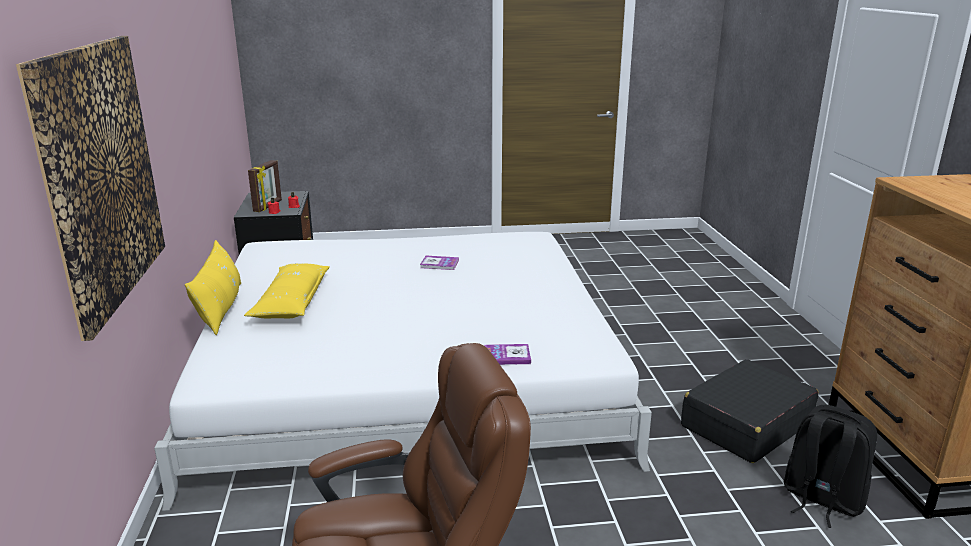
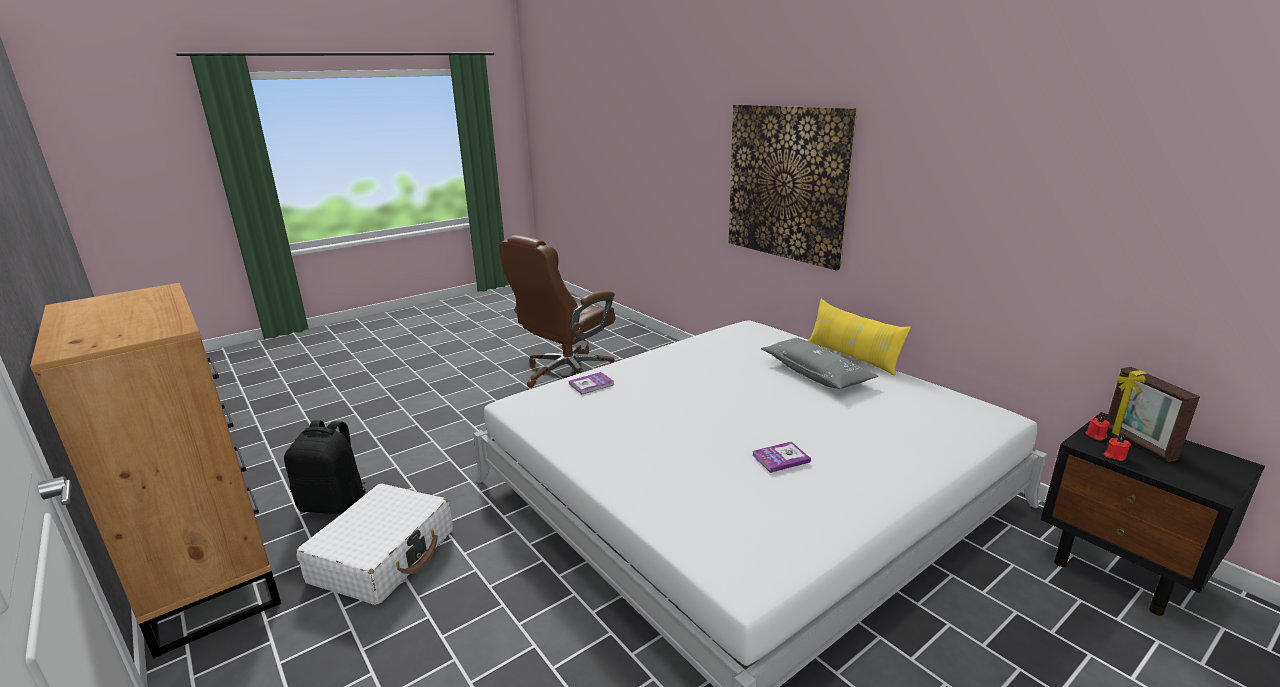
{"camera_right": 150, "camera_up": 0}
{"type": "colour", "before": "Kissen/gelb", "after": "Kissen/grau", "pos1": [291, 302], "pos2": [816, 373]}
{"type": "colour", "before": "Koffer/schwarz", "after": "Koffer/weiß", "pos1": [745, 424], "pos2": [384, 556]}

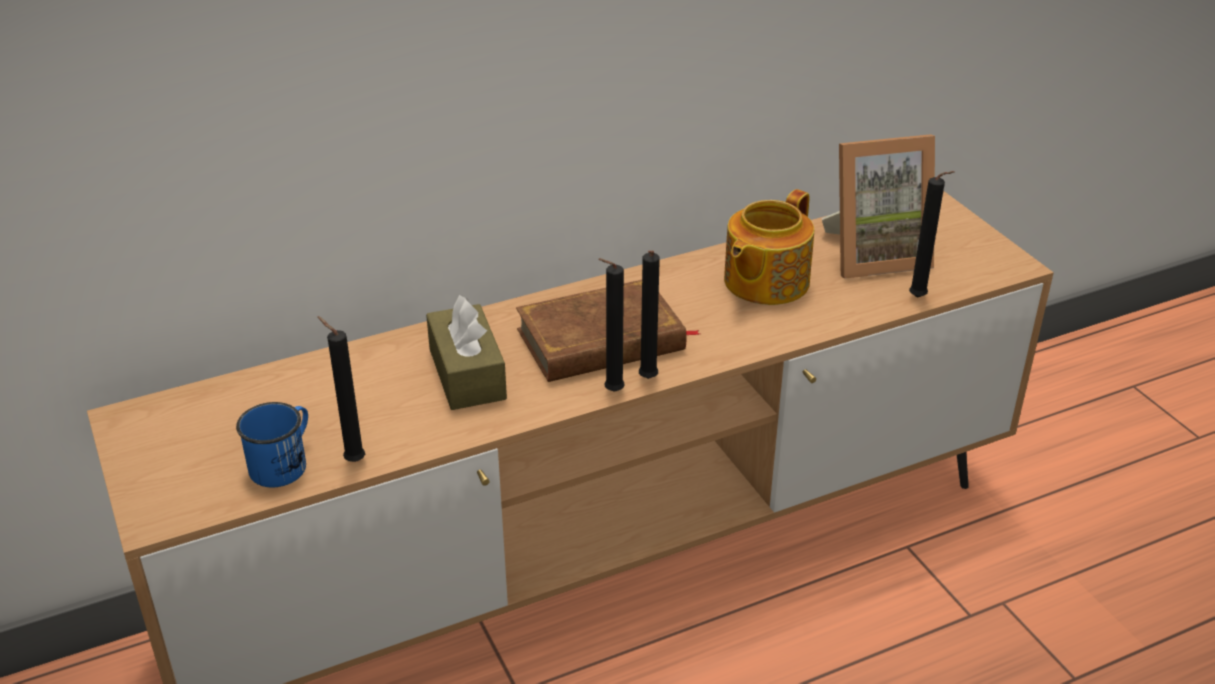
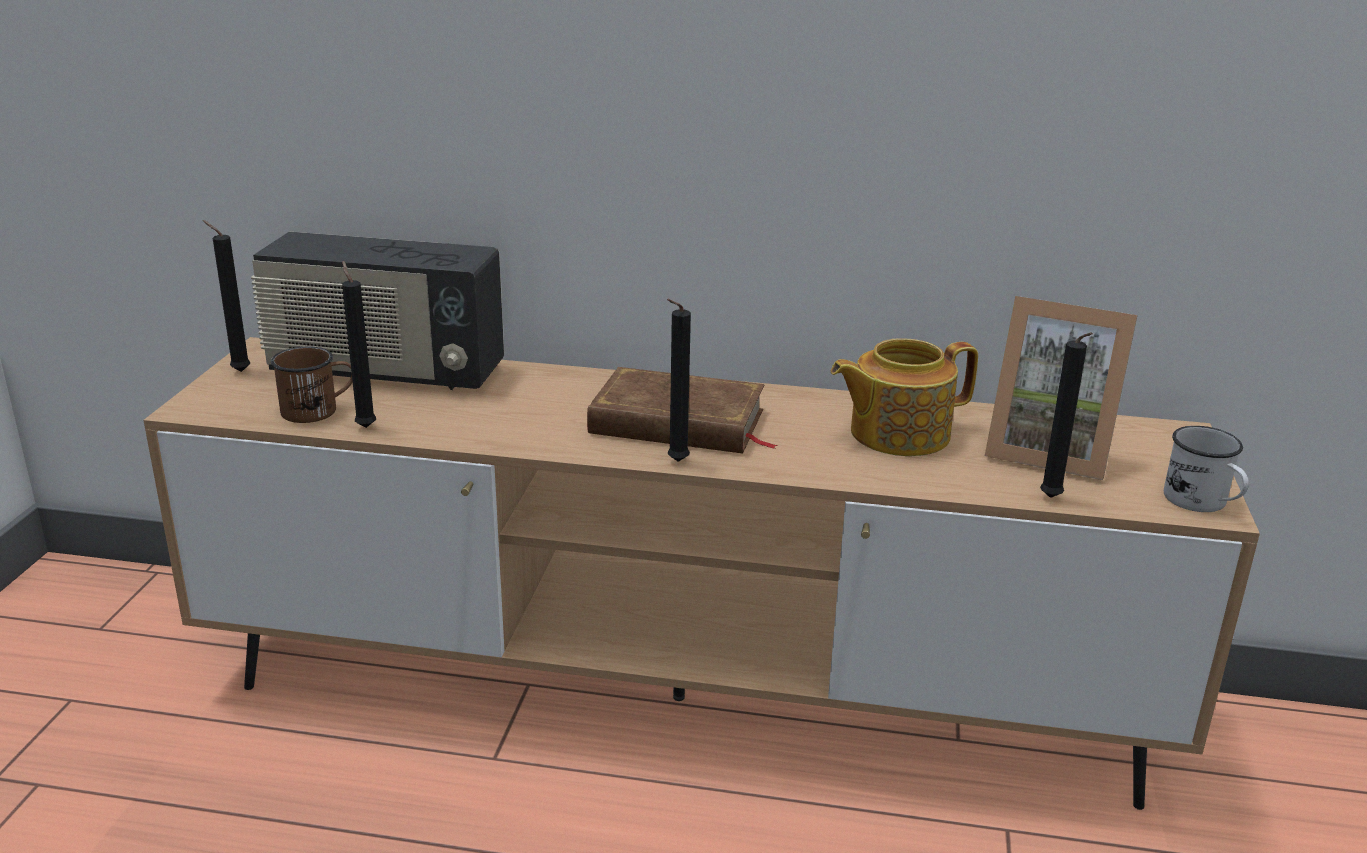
{"camera_right": 35, "camera_up": -10}
{"type": "colour", "before": "Henkelbecher/blau", "after": "Henkelbecher/braun", "pos1": [284, 463], "pos2": [318, 410]}
{"type": "missing", "before": "Taschentuchbox/braun", "pos1": [467, 374]}
{"type": "relocated", "before": "Kerze/schwarz", "pos1": [611, 392], "pos2": [238, 371]}
{"type": "appeared", "after": "Radio", "pos2": [385, 372]}
{"type": "appeared", "after": "Henkelbecher/weiß", "pos2": [1202, 503]}

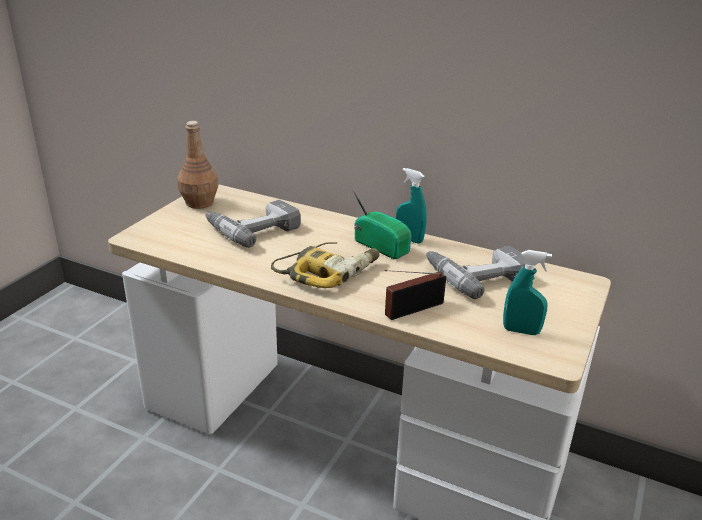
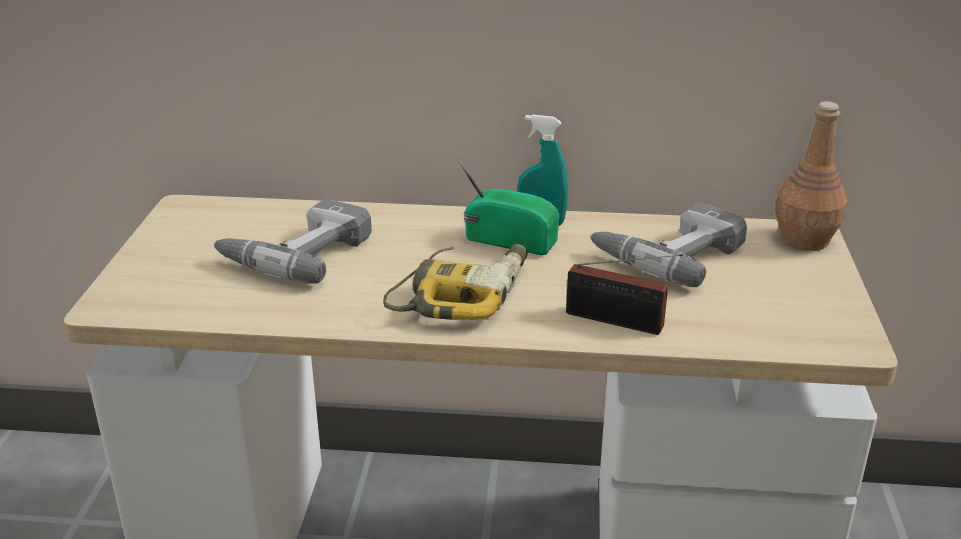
{"camera_right": -20, "camera_up": 0}
{"type": "relocated", "before": "Flasche/braun", "pos1": [199, 202], "pos2": [803, 240]}
{"type": "spun", "before": "Radio", "pos1": [410, 310], "pos2": [619, 322], "turn": -105}
{"type": "missing", "before": "Sprühflasche/türkis", "pos1": [521, 331]}

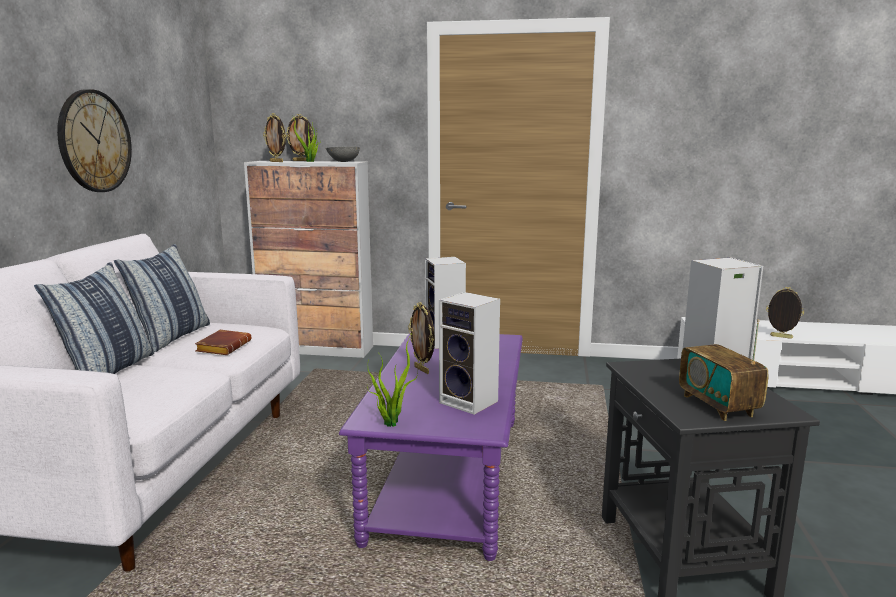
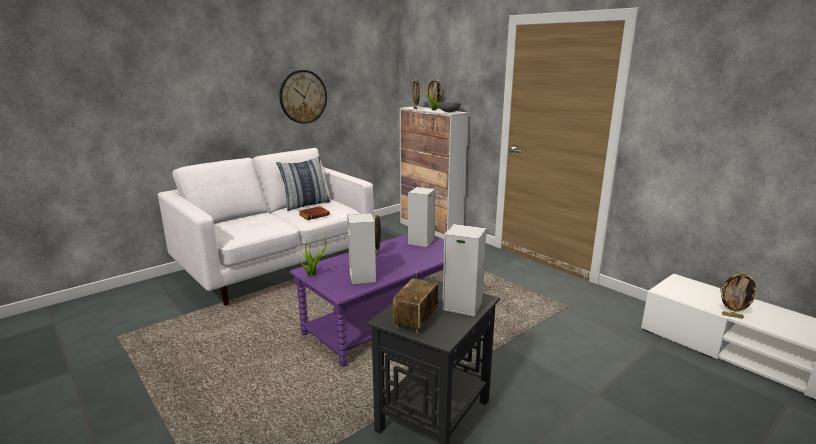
{"camera_right": 40, "camera_up": 5}
{"type": "missing", "before": "Kissen", "pos1": [108, 371]}
{"type": "spun", "before": "Bilderrahmen", "pos1": [781, 337], "pos2": [732, 316], "turn": 135}

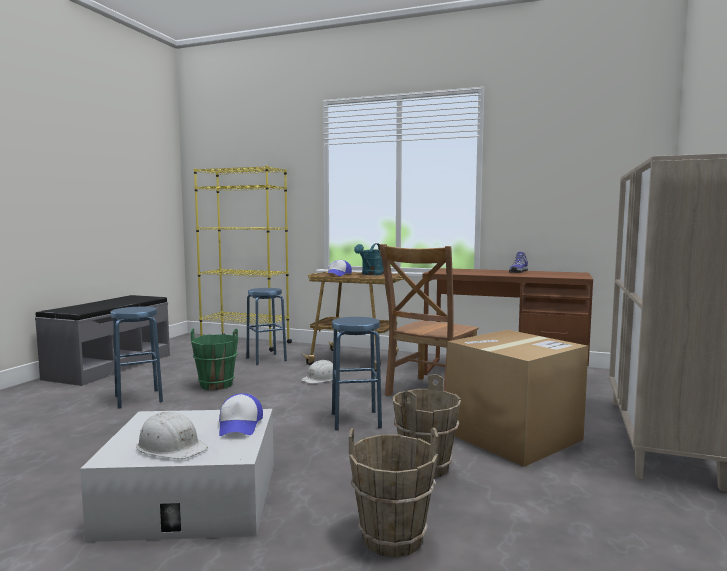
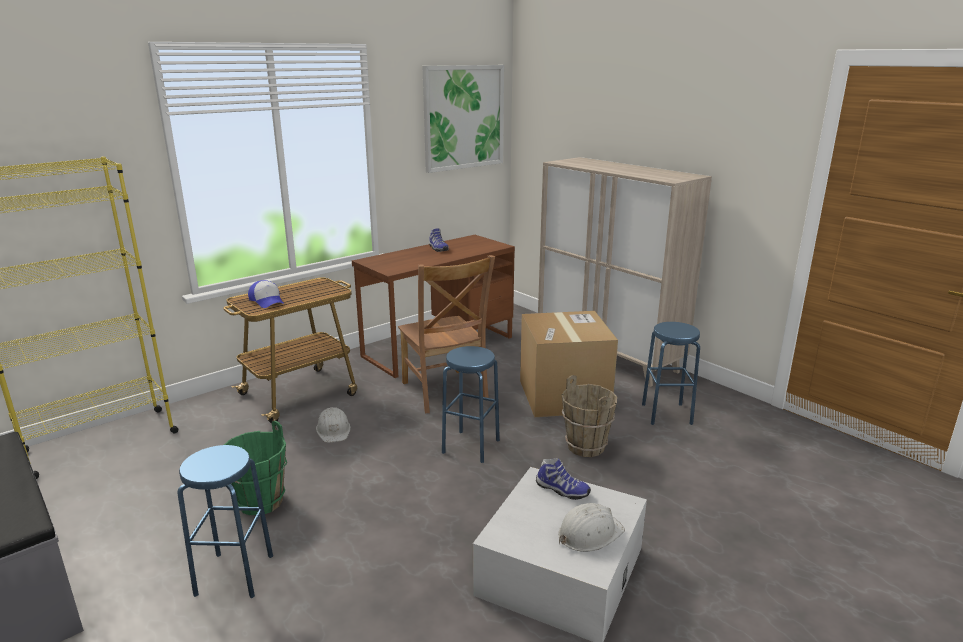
{"camera_right": -60, "camera_up": 15}
{"type": "exchanged", "before": "Kappe", "after": "Schuh", "pos1": [240, 425], "pos2": [561, 490]}
{"type": "relocated", "before": "Hocker/blau", "pos1": [266, 359], "pos2": [666, 414]}
{"type": "missing", "before": "Eimer/braun", "pos1": [392, 539]}
{"type": "missing", "before": "Gießkanne/türkis", "pos1": [370, 274]}
{"type": "appeared", "after": "Bild", "pos2": [463, 117]}

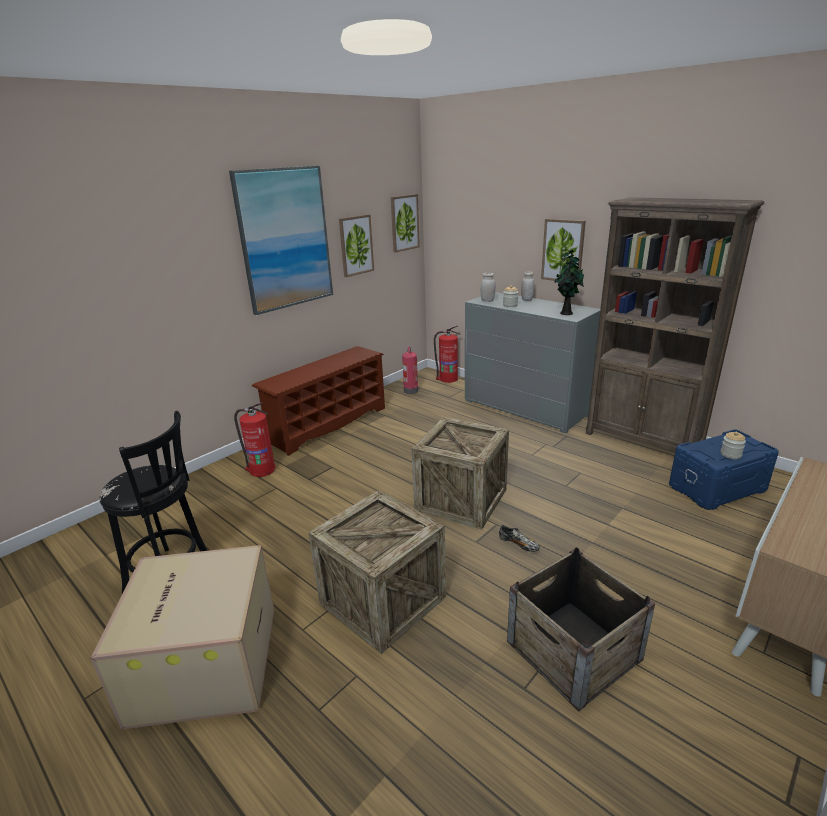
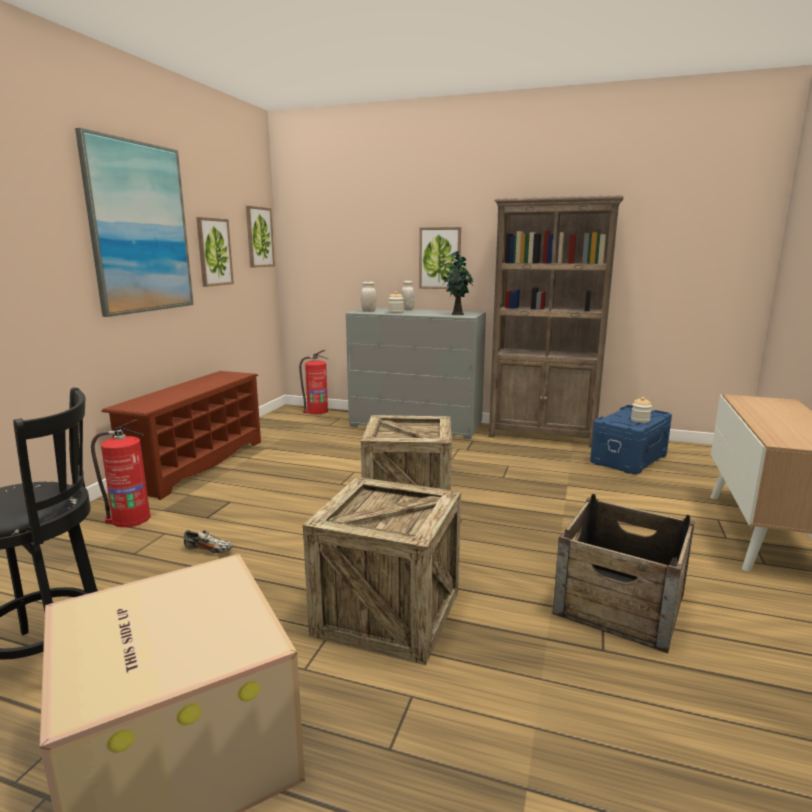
{"camera_right": -25, "camera_up": -10}
{"type": "missing", "before": "Feuerlöscher", "pos1": [410, 390]}
{"type": "relocated", "before": "Schuh", "pos1": [518, 544], "pos2": [209, 550]}

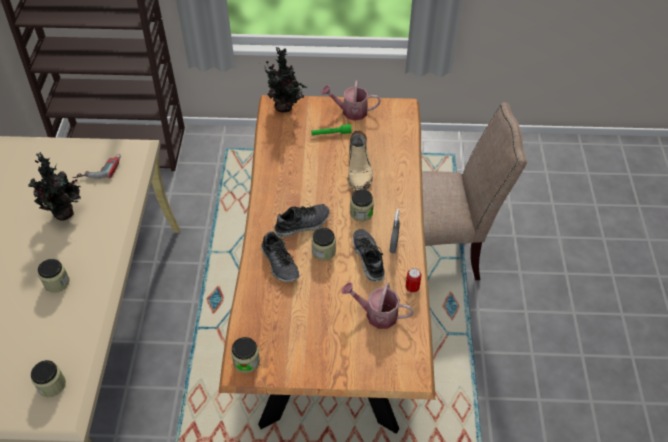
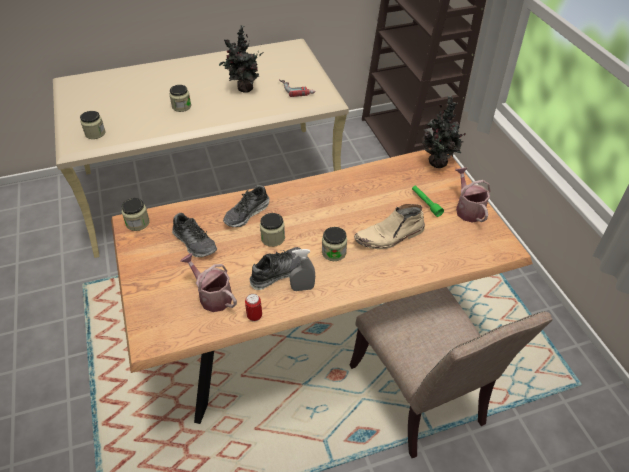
{"camera_right": 70, "camera_up": -5}
{"type": "relocated", "before": "Schuh", "pos1": [302, 224], "pos2": [195, 243]}
{"type": "spun", "before": "Gießkanne", "pos1": [377, 314], "pos2": [212, 296], "turn": -45}

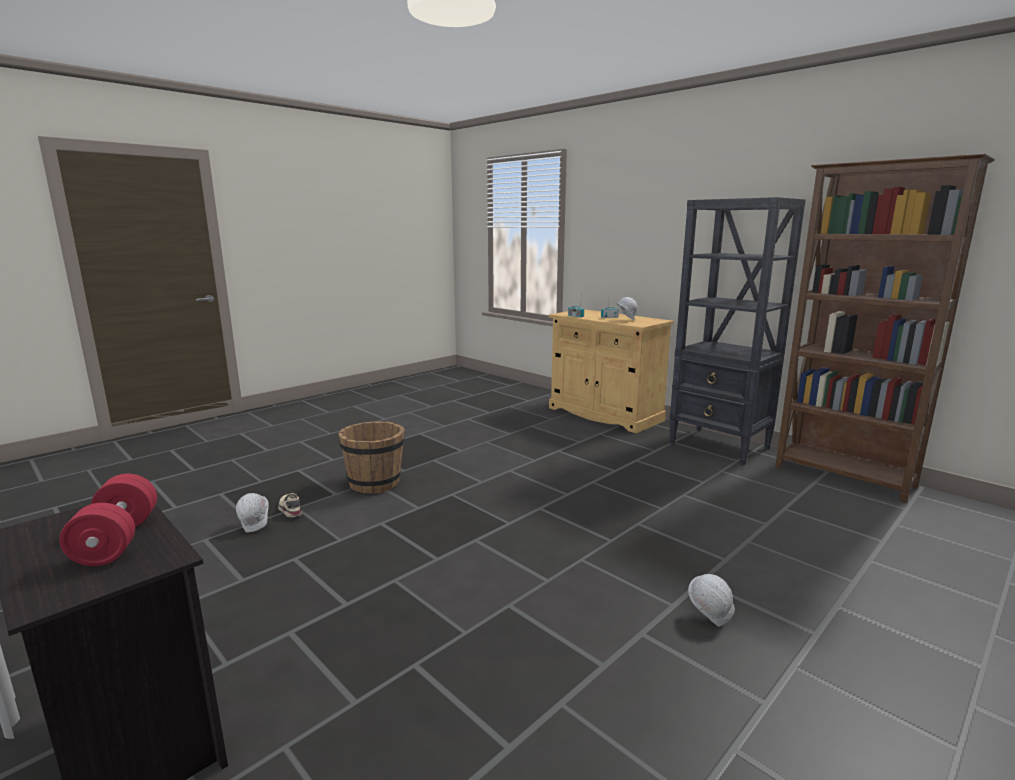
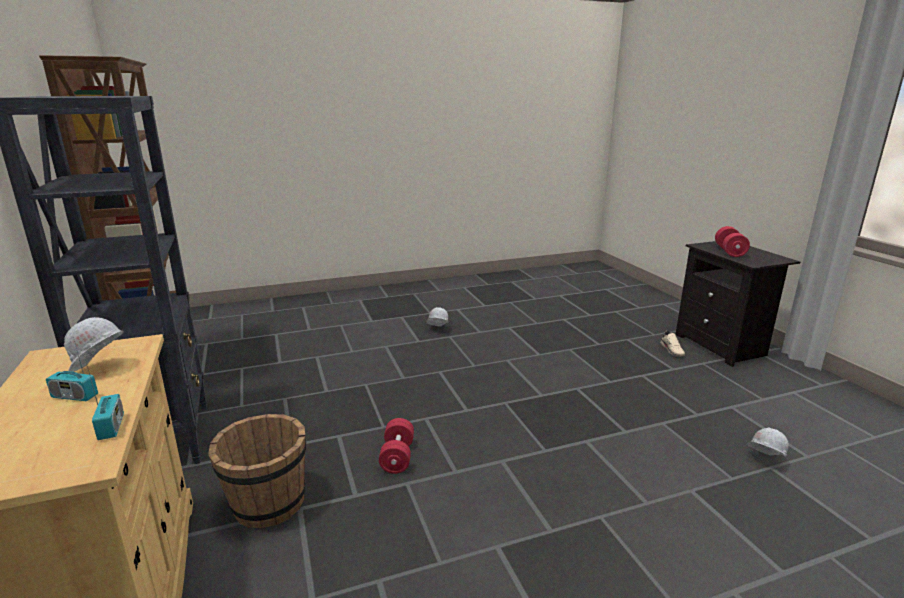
{"camera_right": -155, "camera_up": 5}
{"type": "relocated", "before": "Schuh/beige", "pos1": [289, 510], "pos2": [672, 350]}
{"type": "relocated", "before": "Eimer/braun", "pos1": [375, 483], "pos2": [268, 504]}
{"type": "appeared", "after": "Hantel/rot", "pos2": [397, 457]}

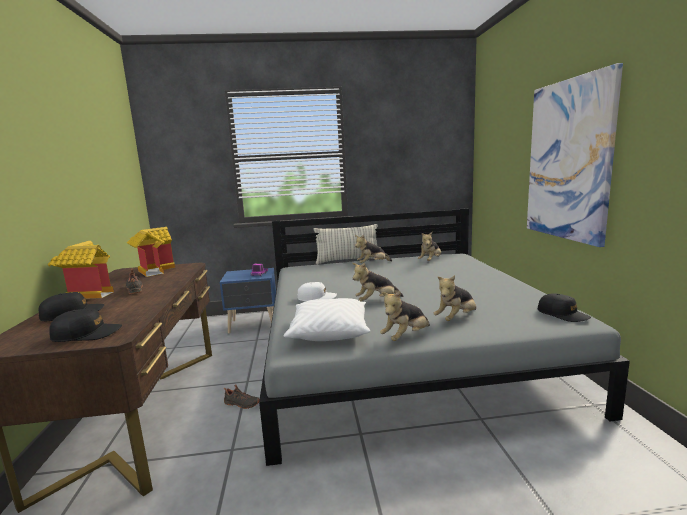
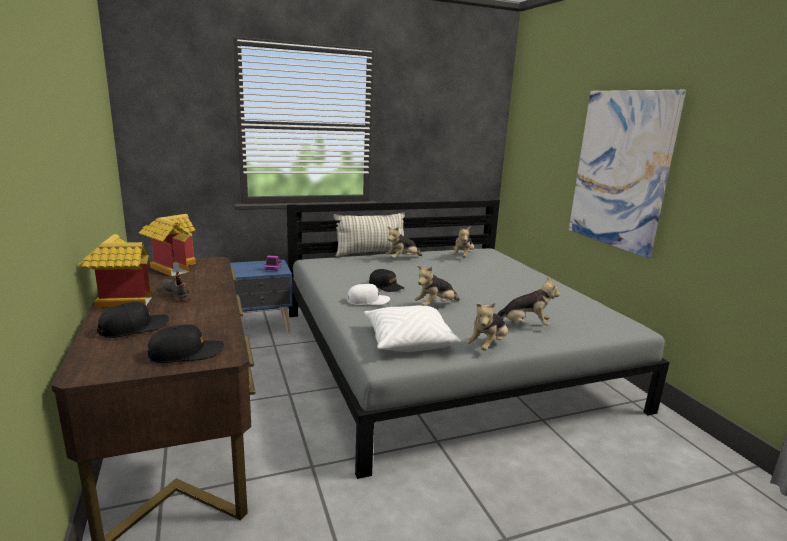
{"camera_right": -15, "camera_up": 5}
{"type": "missing", "before": "Schuh/schwarz", "pos1": [241, 404]}
{"type": "spun", "before": "Plüschtier", "pos1": [456, 319], "pos2": [524, 325], "turn": -120}
{"type": "relocated", "before": "Kappe/schwarz", "pos1": [562, 314], "pos2": [386, 286]}

